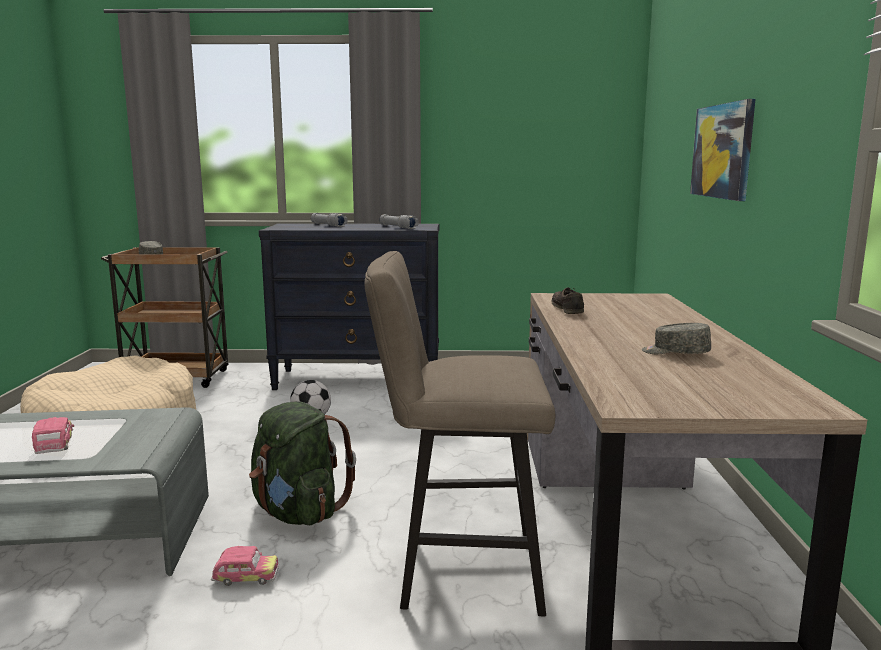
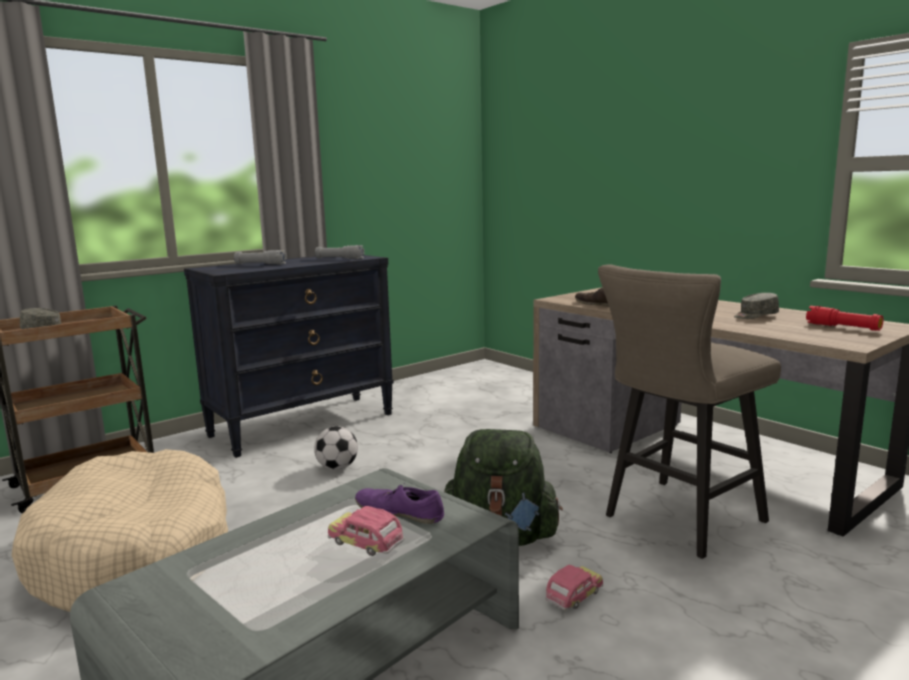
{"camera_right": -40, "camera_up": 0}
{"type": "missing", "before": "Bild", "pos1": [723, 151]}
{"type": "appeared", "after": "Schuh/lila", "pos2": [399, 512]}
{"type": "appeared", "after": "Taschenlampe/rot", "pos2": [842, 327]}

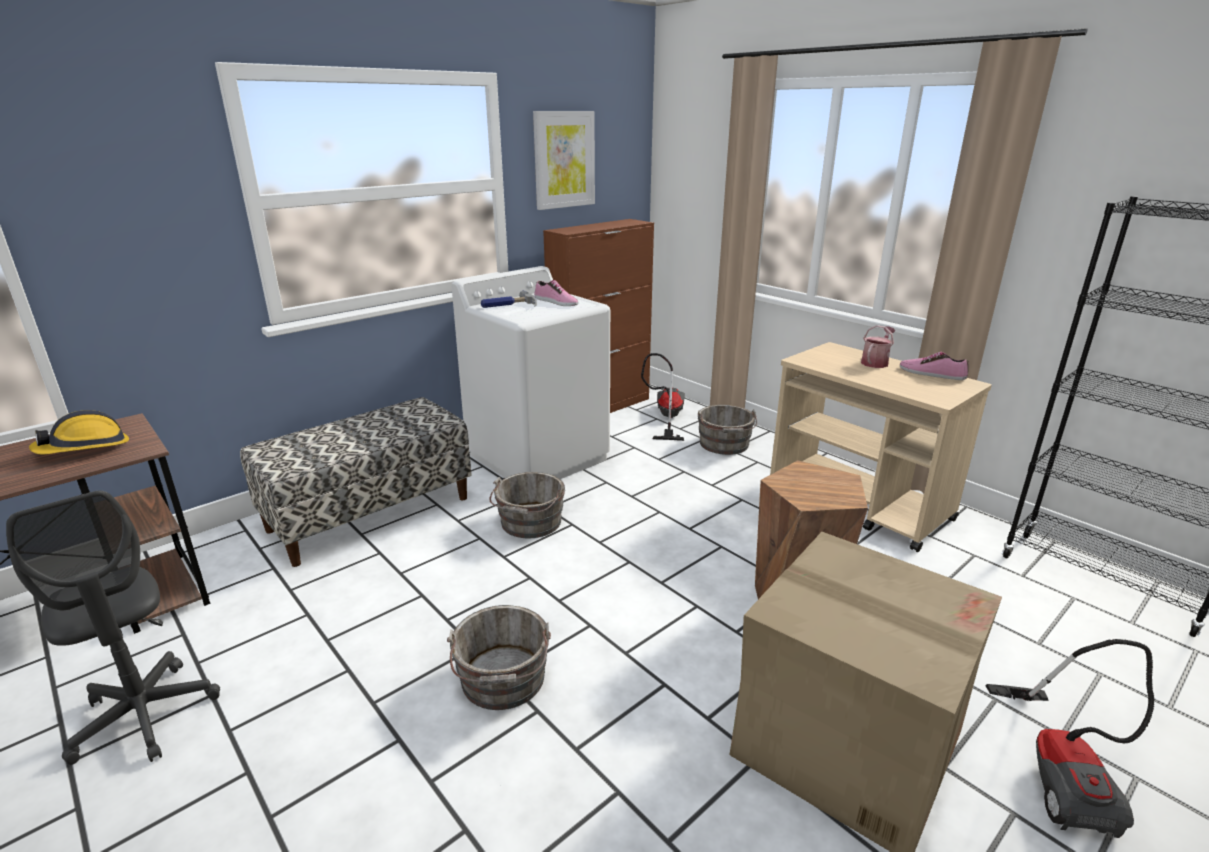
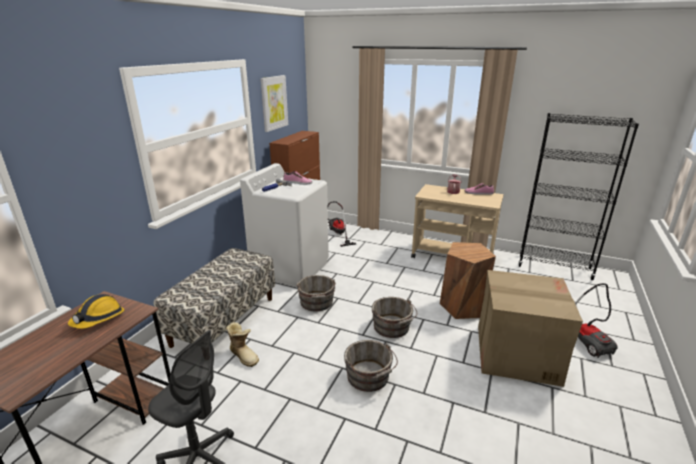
{"camera_right": -25, "camera_up": 0}
{"type": "relocated", "before": "Eimer/grau", "pos1": [724, 445], "pos2": [392, 328]}
{"type": "appeared", "after": "Stiefel", "pos2": [244, 355]}

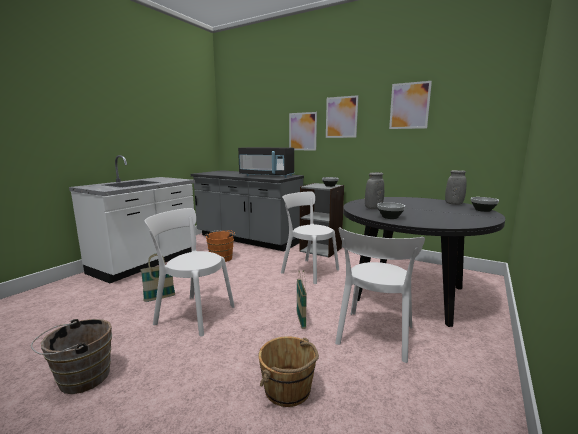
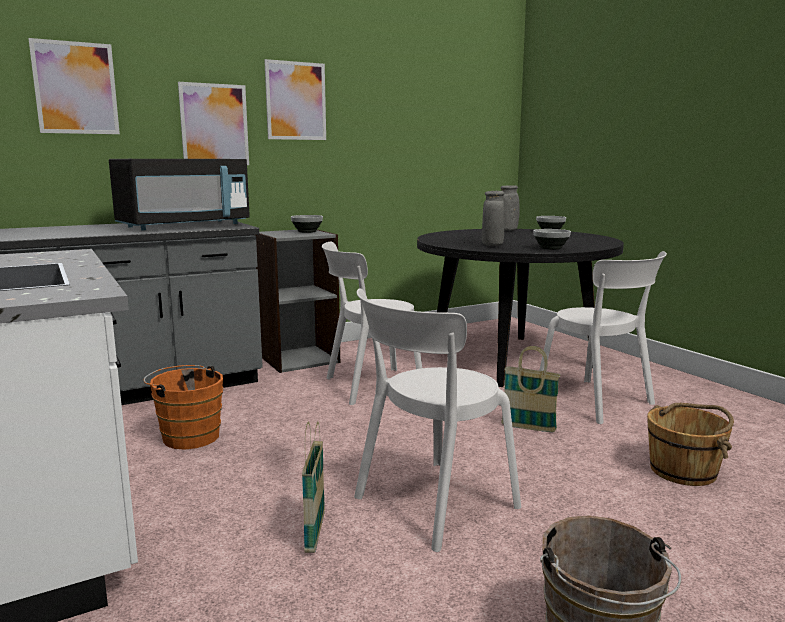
{"camera_right": -60, "camera_up": 0}
{"type": "relocated", "before": "Bild", "pos1": [409, 106], "pos2": [75, 88]}

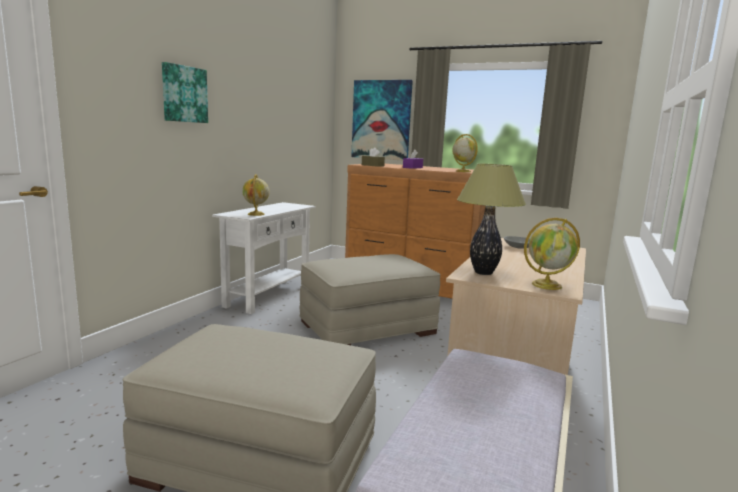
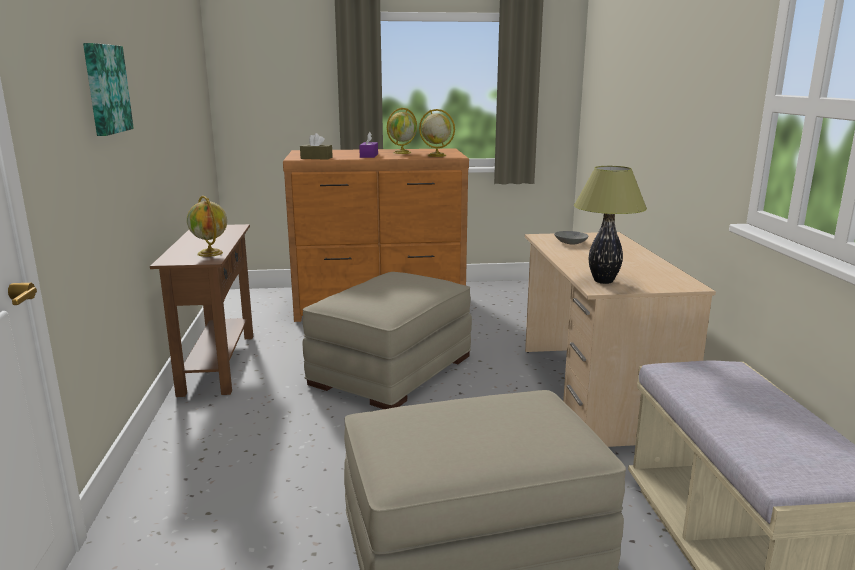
{"camera_right": -30, "camera_up": 5}
{"type": "colour", "before": "Konsolentisch/weiß", "after": "Konsolentisch/braun", "pos1": [268, 295], "pos2": [218, 363]}
{"type": "missing", "before": "Bild", "pos1": [381, 120]}
{"type": "relocated", "before": "Globus", "pos1": [547, 285], "pos2": [402, 152]}

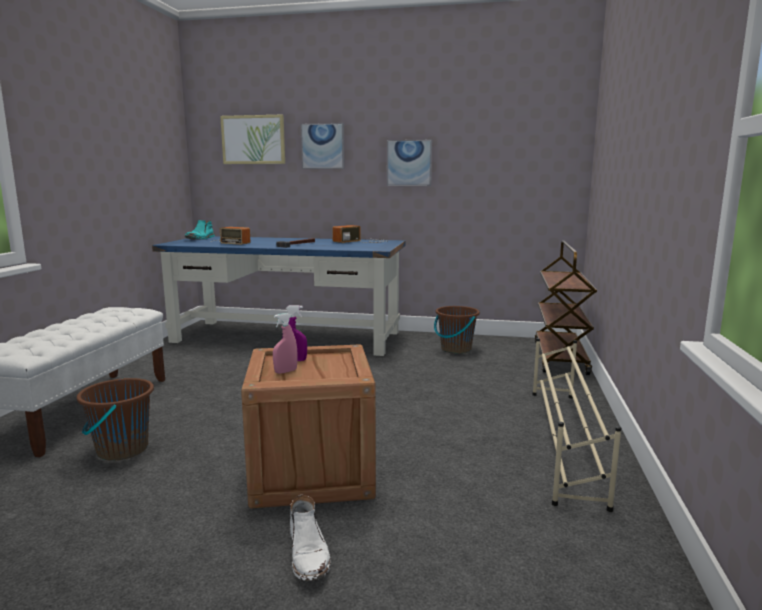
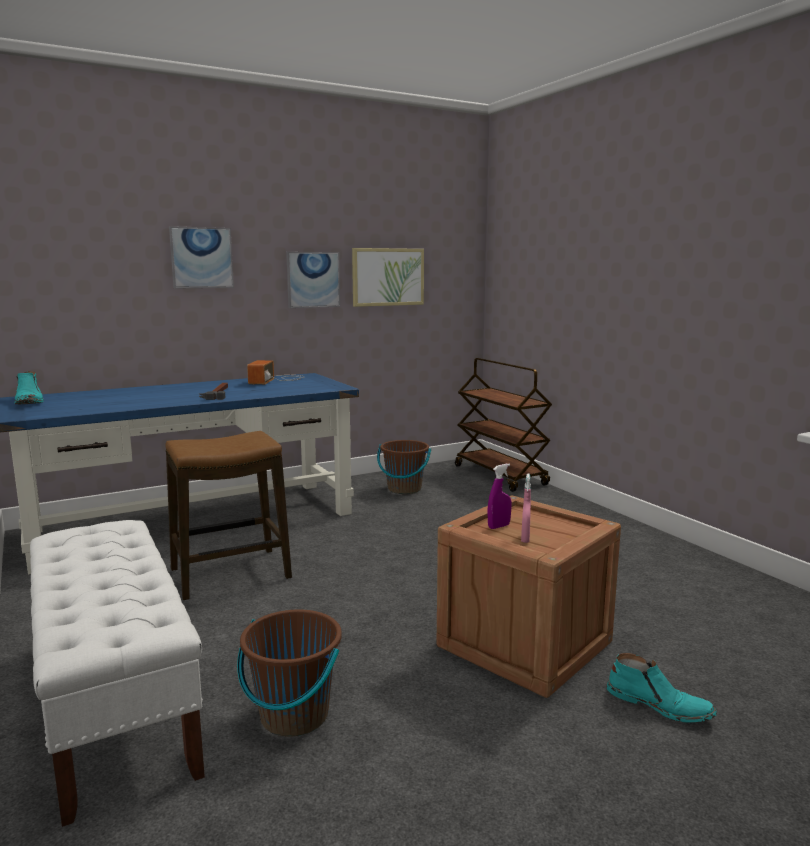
{"camera_right": -40, "camera_up": 0}
{"type": "missing", "before": "Radio", "pos1": [230, 242]}
{"type": "relocated", "before": "Bild", "pos1": [253, 140], "pos2": [388, 277]}
{"type": "colour", "before": "Stiefel/weiß", "after": "Stiefel/türkis", "pos1": [309, 554], "pos2": [659, 705]}
{"type": "missing", "before": "Schuhregal/beige", "pos1": [563, 441]}
{"type": "appeared", "after": "Hocker", "pos2": [230, 574]}

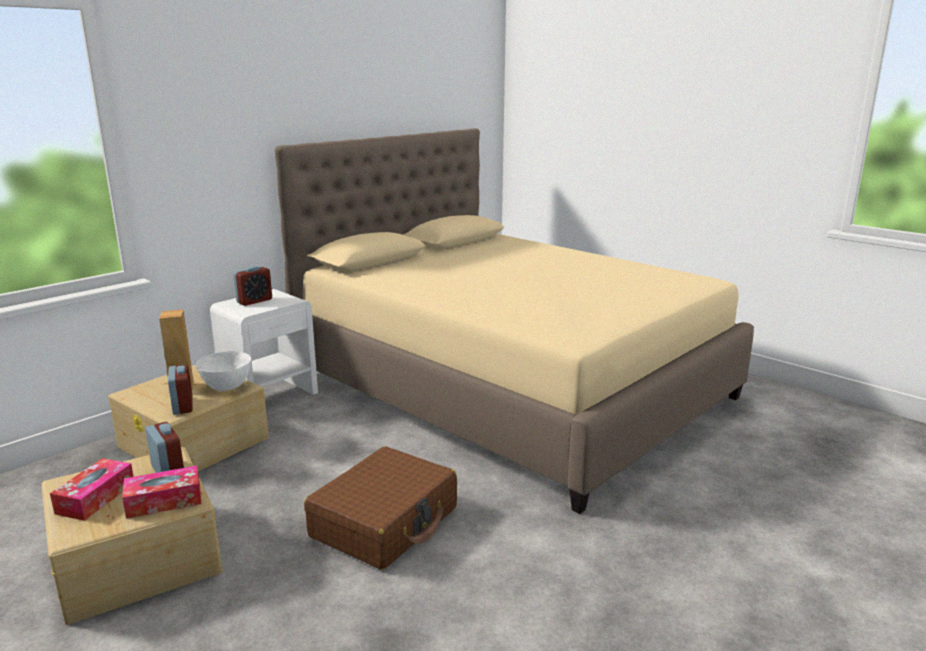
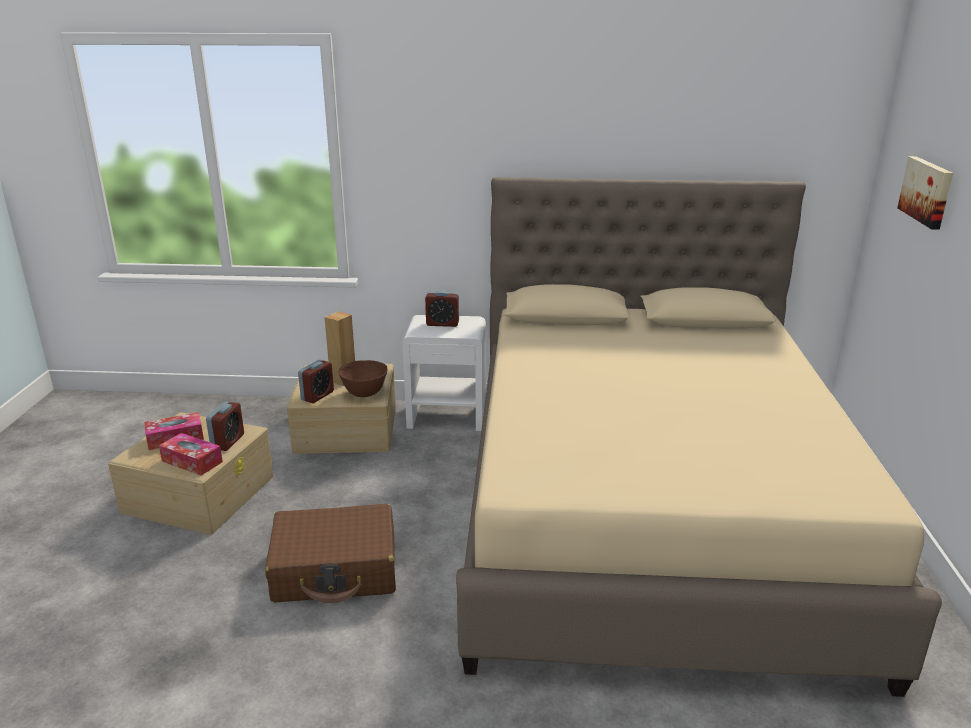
{"camera_right": 50, "camera_up": 5}
{"type": "colour", "before": "Schüssel/weiß", "after": "Schüssel/braun", "pos1": [227, 387], "pos2": [364, 394]}
{"type": "appeared", "after": "Bild", "pos2": [927, 191]}

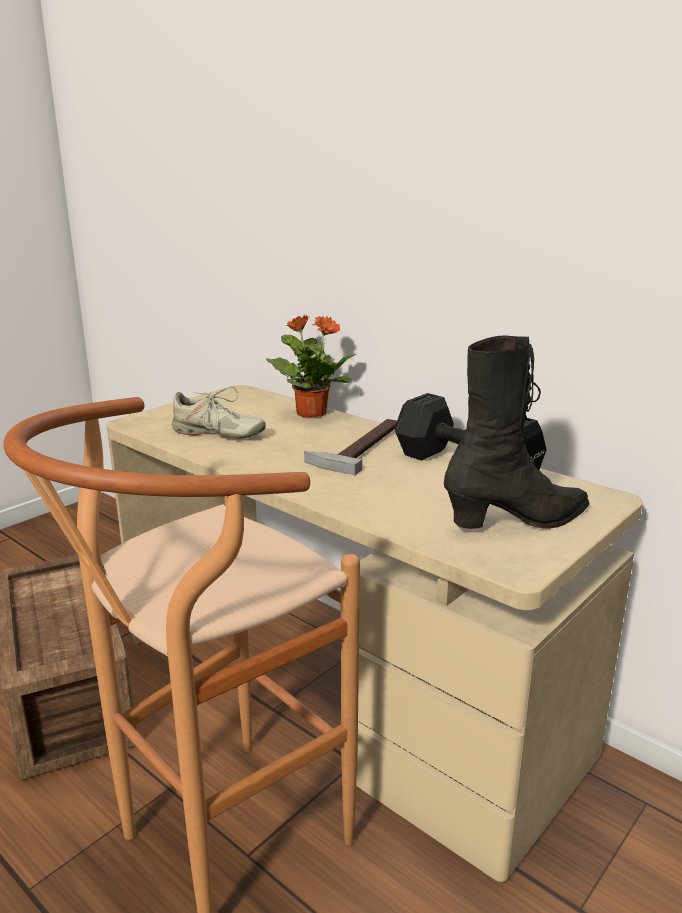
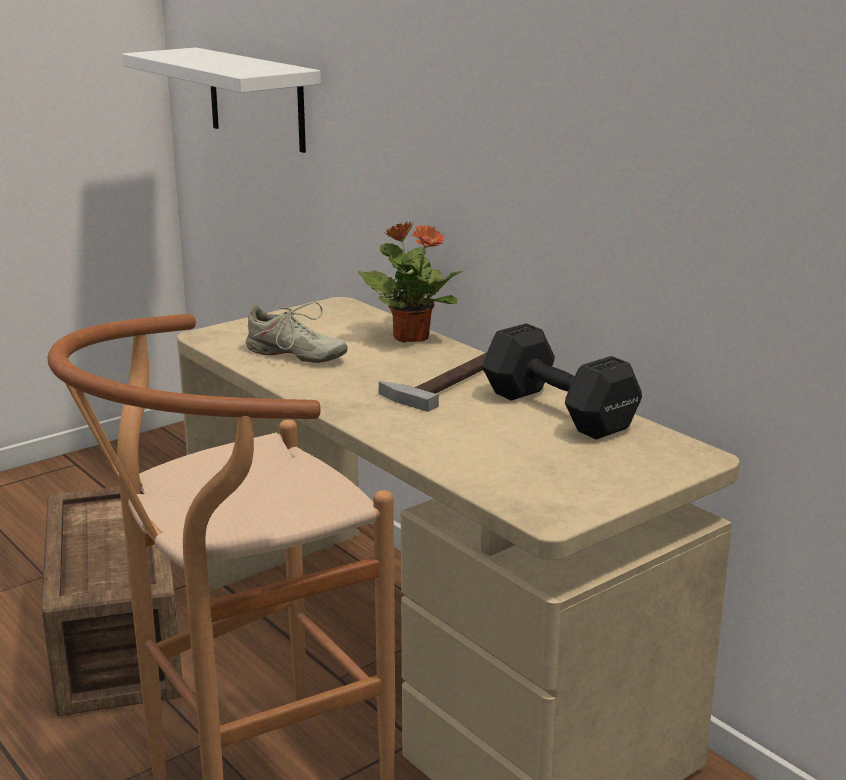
{"camera_right": 10, "camera_up": 0}
{"type": "missing", "before": "Stiefel/schwarz", "pos1": [518, 521]}
{"type": "appeared", "after": "Wandregal/weiß", "pos2": [256, 99]}

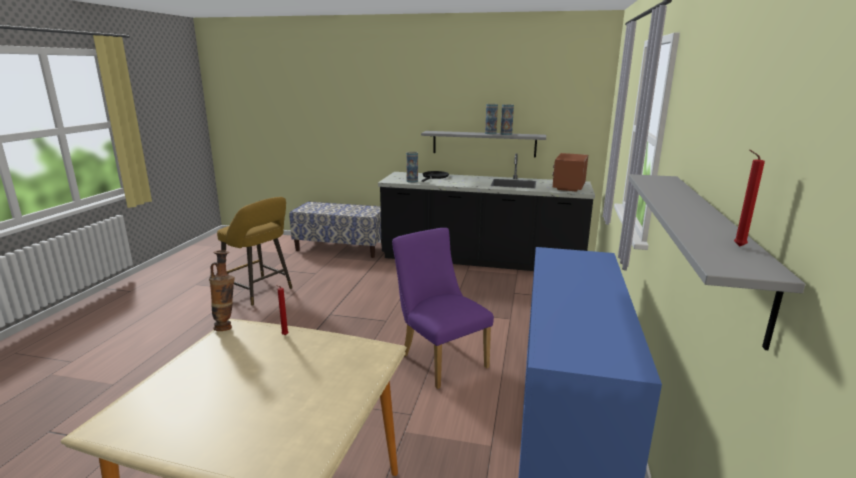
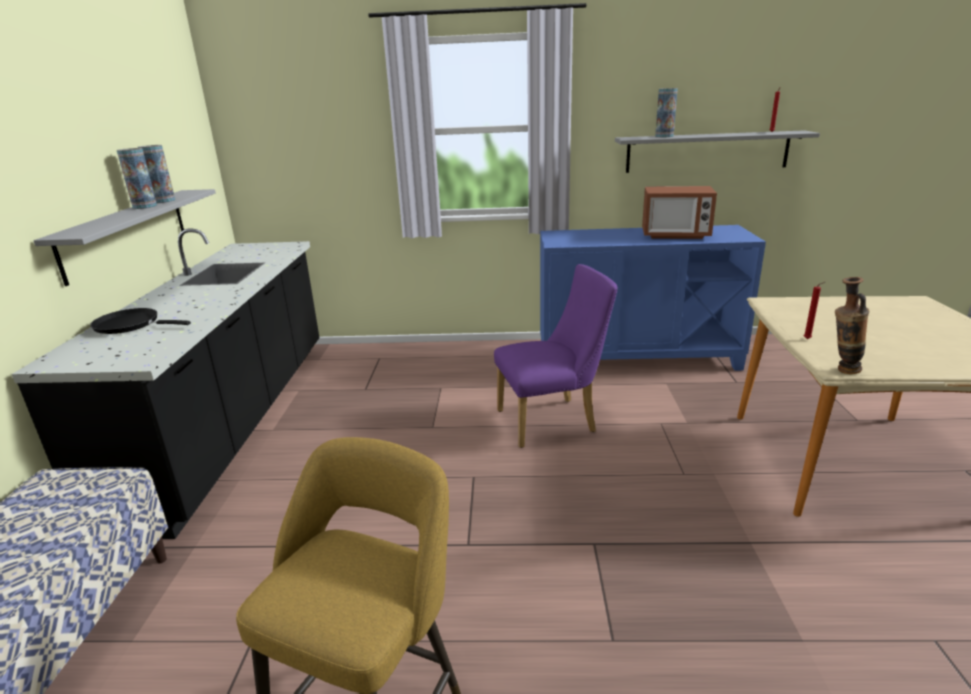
{"camera_right": -100, "camera_up": 5}
{"type": "spun", "before": "Stuhl/lila", "pos1": [439, 359], "pos2": [553, 420], "turn": -150}
{"type": "relocated", "before": "Vase", "pos1": [412, 181], "pos2": [664, 136]}
{"type": "relocated", "before": "Mikrowelle", "pos1": [568, 187], "pos2": [675, 235]}

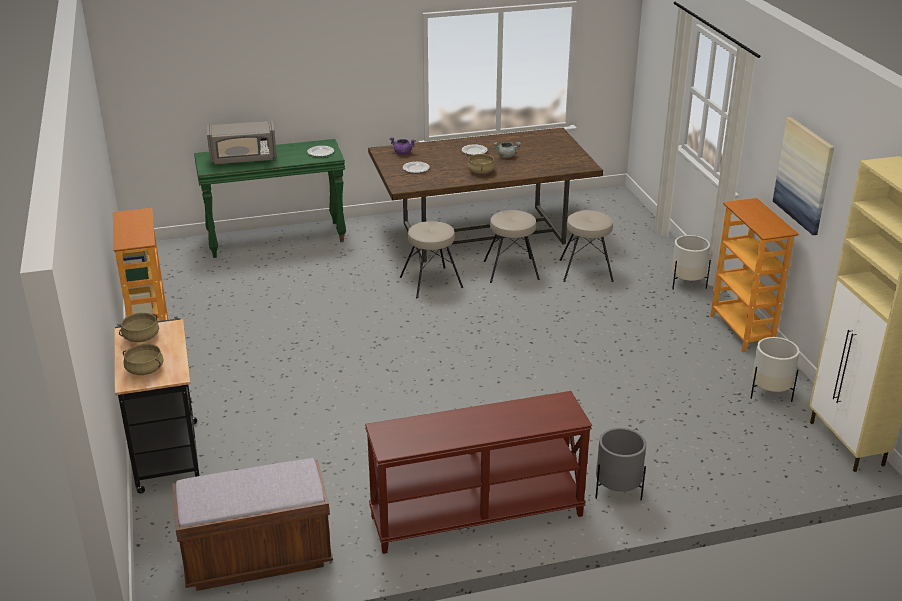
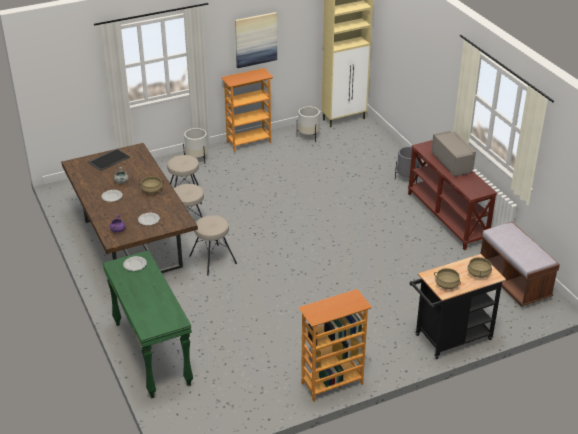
{"camera_right": -100, "camera_up": 5}
{"type": "relocated", "before": "Mikrowelle/grau", "pos1": [243, 159], "pos2": [452, 163]}
{"type": "appeared", "after": "Tablett", "pos2": [109, 159]}

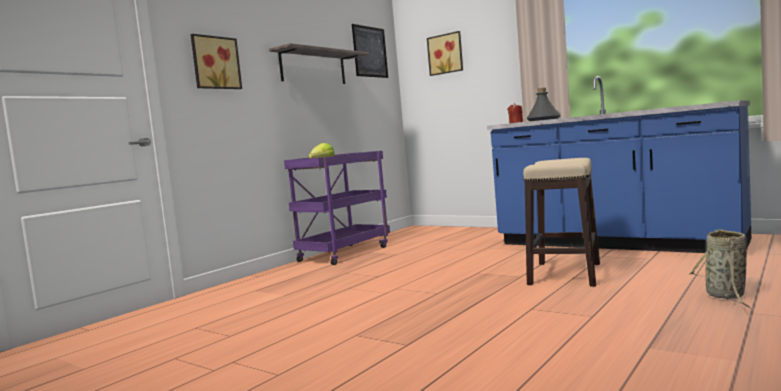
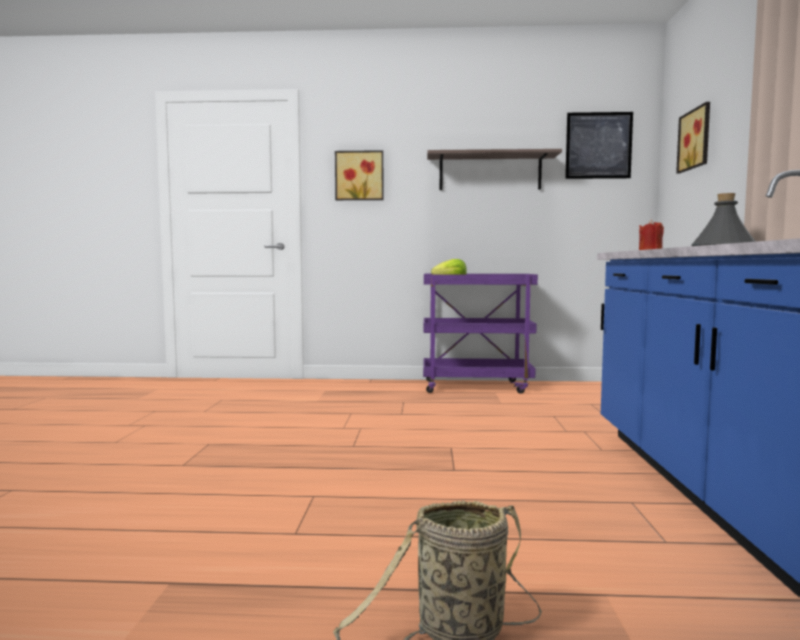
{"camera_right": 55, "camera_up": 0}
{"type": "missing", "before": "Hocker", "pos1": [565, 274]}

